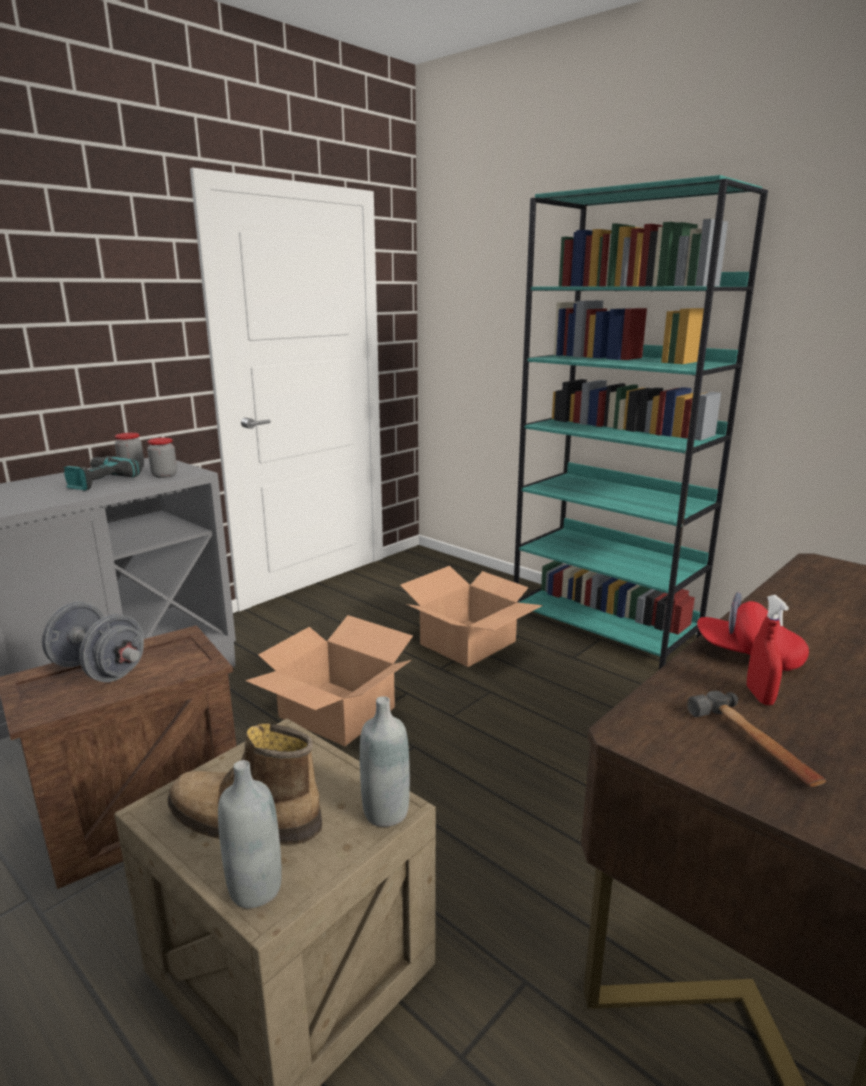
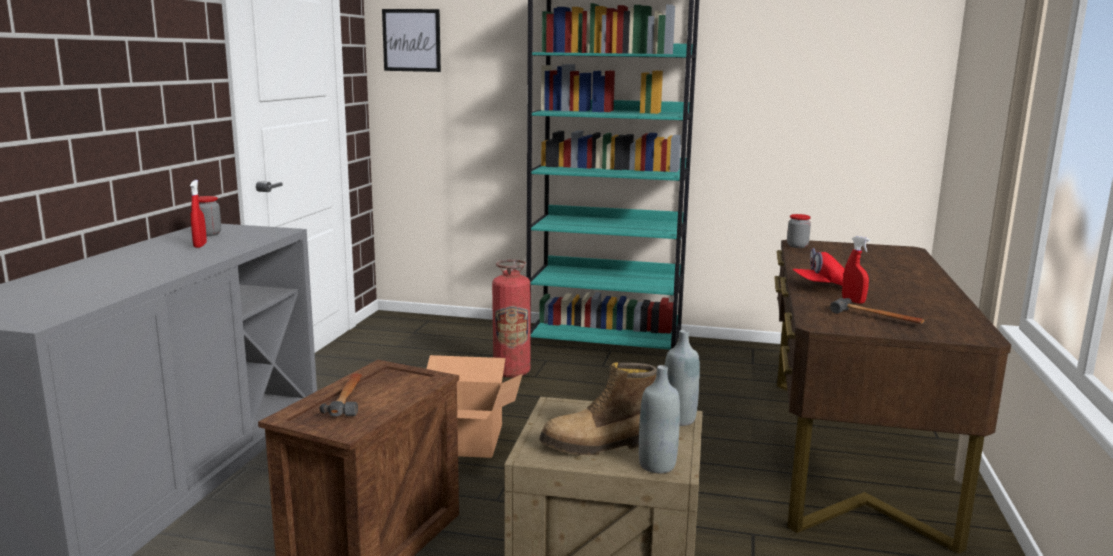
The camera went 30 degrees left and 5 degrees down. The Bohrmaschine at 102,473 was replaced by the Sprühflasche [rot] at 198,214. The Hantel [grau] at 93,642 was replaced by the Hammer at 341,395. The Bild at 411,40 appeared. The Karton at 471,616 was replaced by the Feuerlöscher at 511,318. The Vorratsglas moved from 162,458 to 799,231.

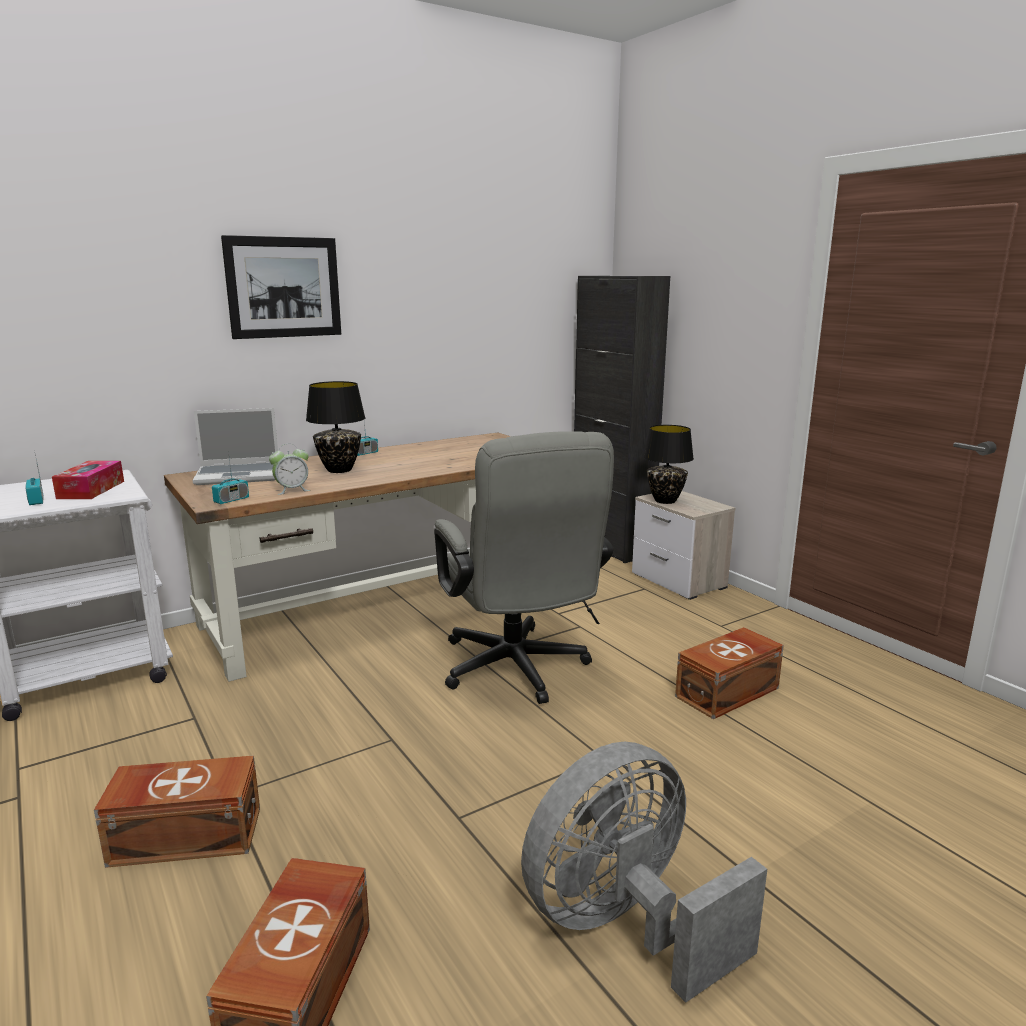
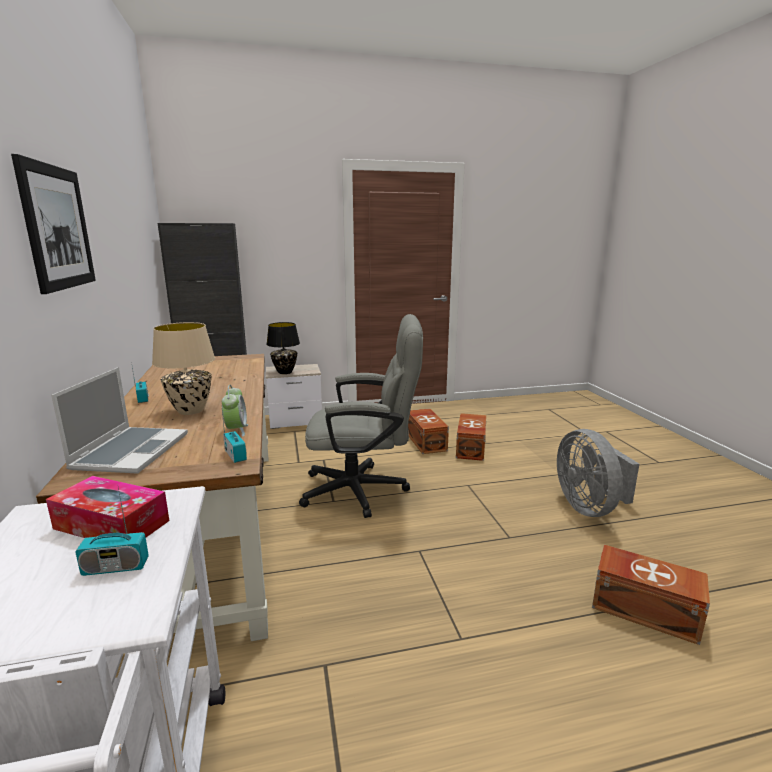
The camera went 70 degrees left and 0 degrees up. The Tischlampe [schwarz] at 336,427 became the Tischlampe [beige] at 183,368. The Aufbewahrungsbox [braun] moved from 177,812 to 471,437.

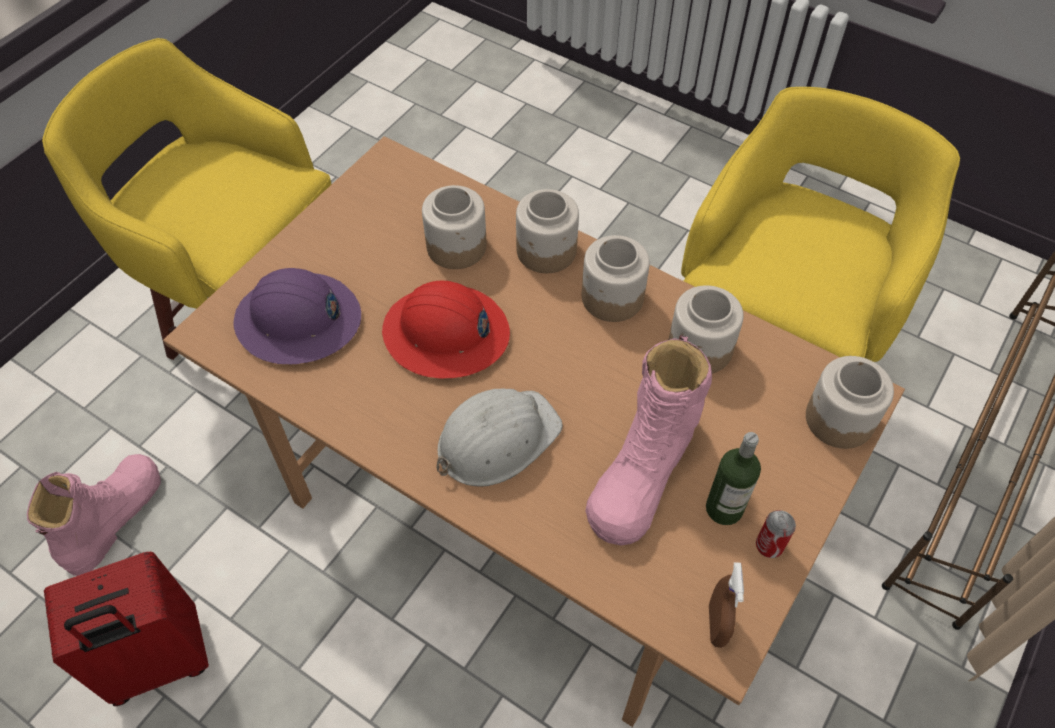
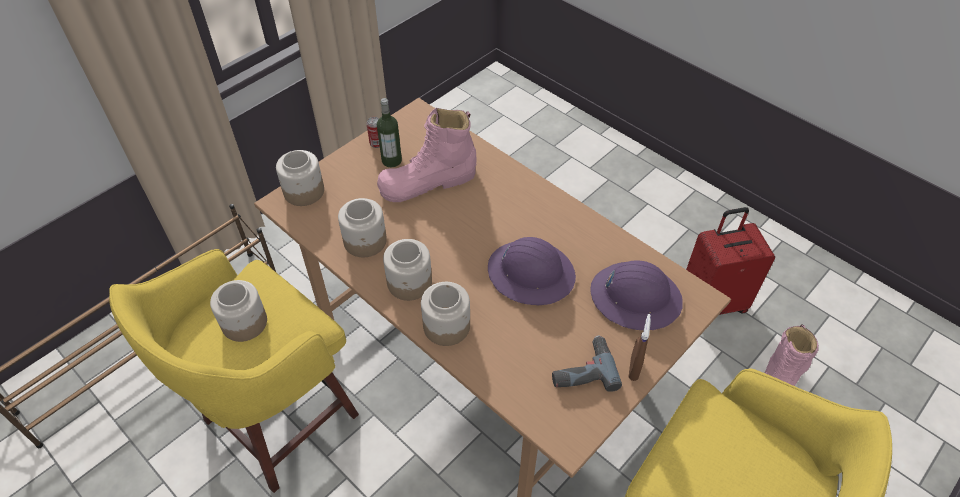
The camera went 170 degrees left and 5 degrees down. The Vorratsglas moved from 454,227 to 238,311. The Stiefel [rosa] at 648,440 turned 150 degrees counterclockwise. The Schutzhelm [rot] at 446,329 became the Schutzhelm [lila] at 532,271. The Bohrmaschine at 587,363 appeared. The Sprühflasche [braun] moved from 726,605 to 639,347. The Schutzhelm [weiß] at 500,438 disappeared.

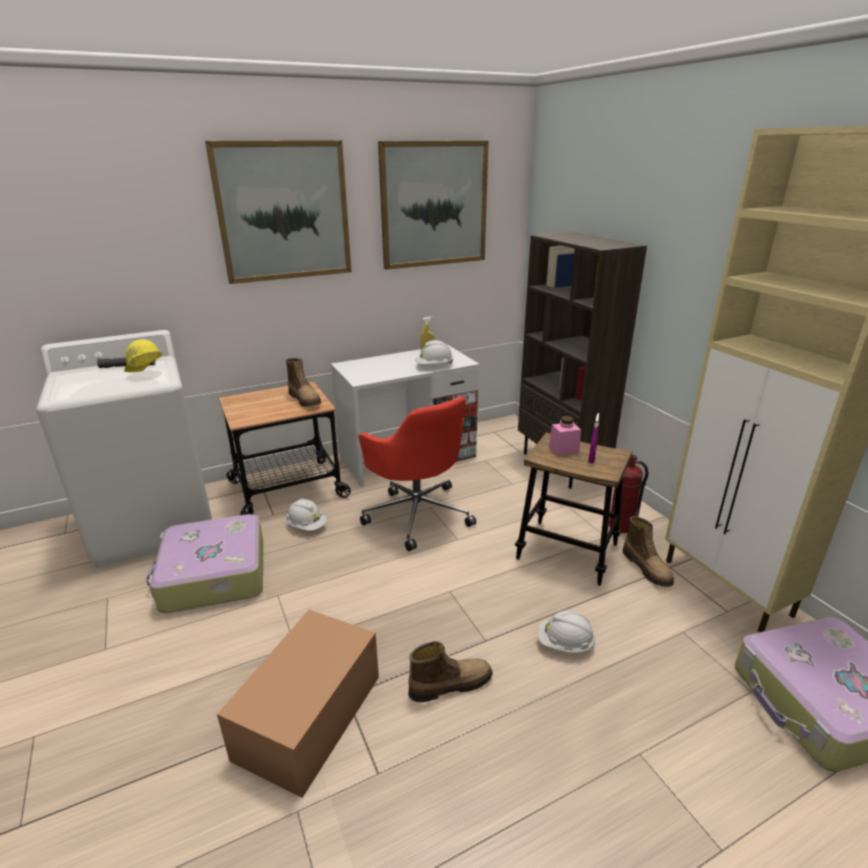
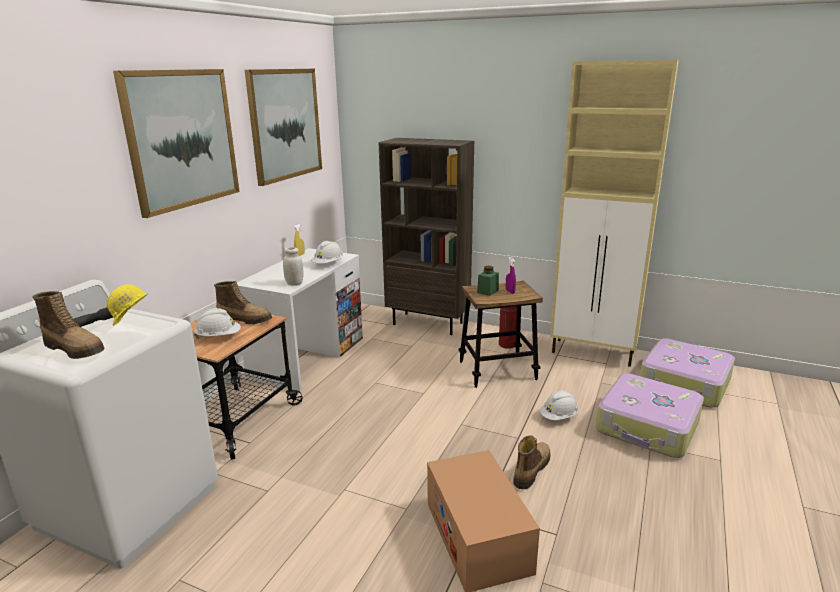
The camera went 40 degrees left and 5 degrees down. The Stiefel moved from 648,551 to 68,325. The Schutzhelm [weiß] moved from 306,515 to 217,323. The Vorratsglas [weiß] at 293,266 appeared. The Vorratsglas [rosa] at 565,436 became the Vorratsglas [grün] at 488,281. The Koffer moved from 204,563 to 650,415. The Bürostuhl [rot] at 417,473 disappeared.

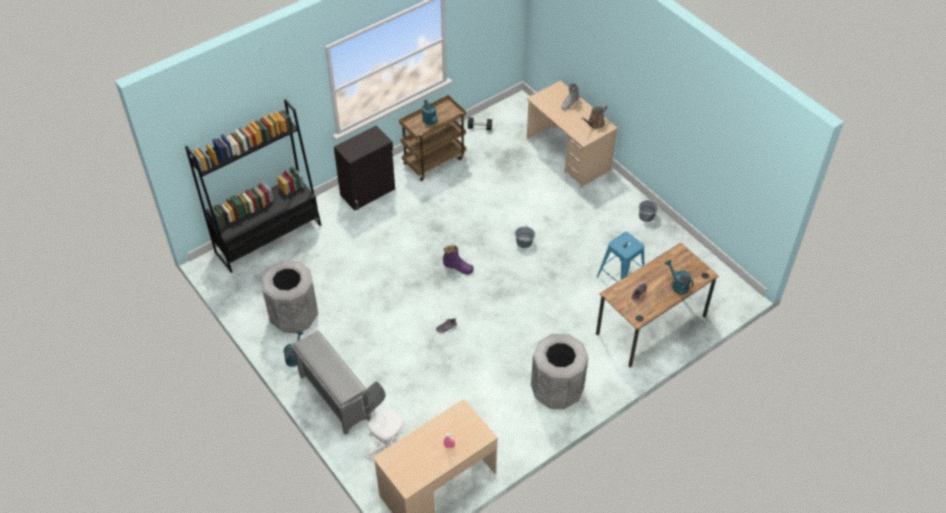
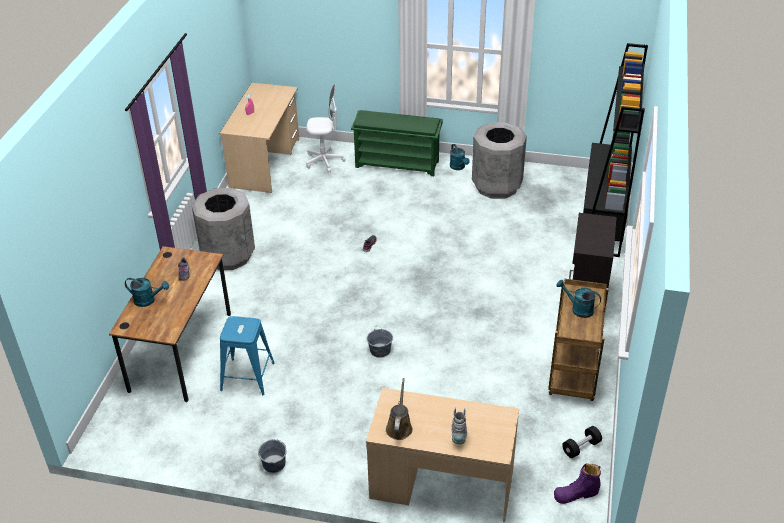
The camera went 140 degrees right and 10 degrees down. The Schuhregal [grau] at 331,382 became the Schuhregal [grün] at 397,143. The Stiefel [lila] moved from 458,260 to 577,484.

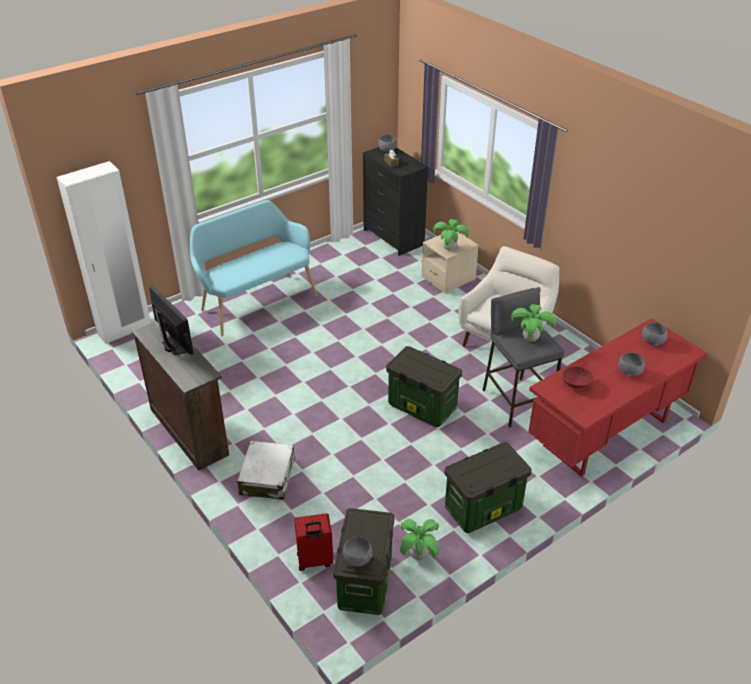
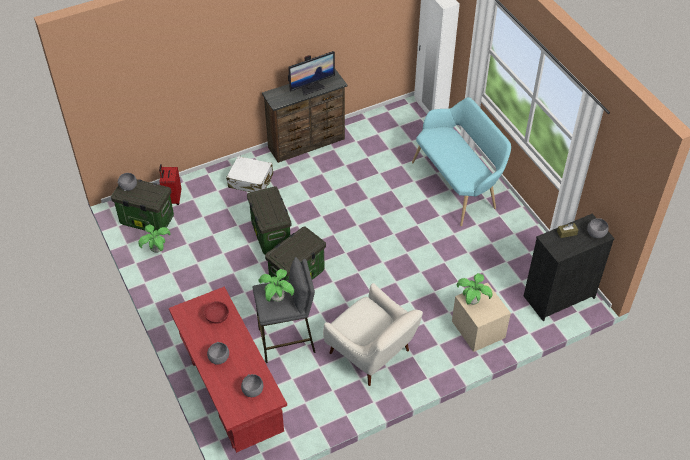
The camera went 100 degrees right and 10 degrees up. The Aufbewahrungsbox moved from 488,487 to 269,220.

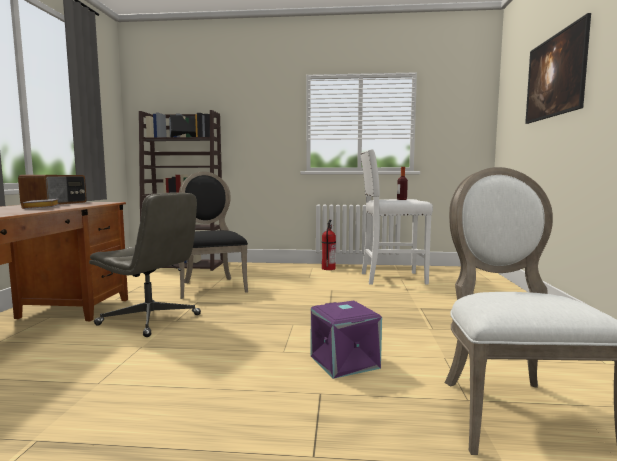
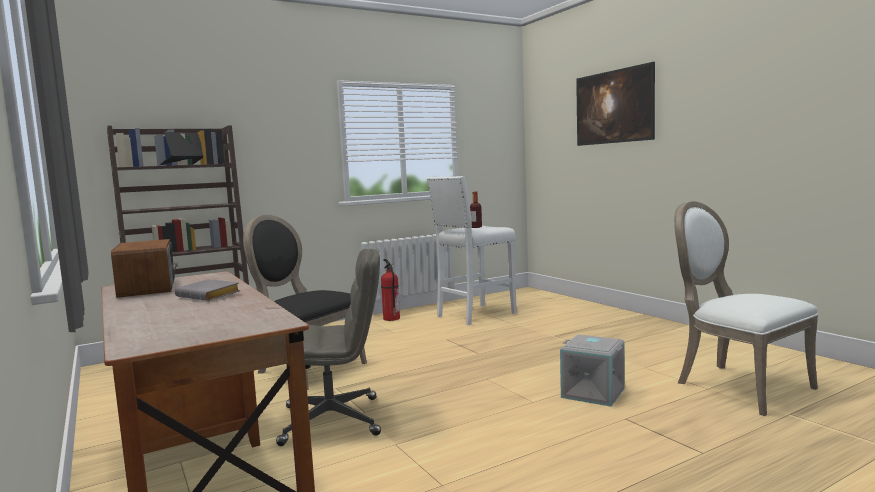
The camera went 35 degrees left and 0 degrees up. The Aufbewahrungsbox [lila] at 346,340 became the Aufbewahrungsbox [grau] at 592,370.

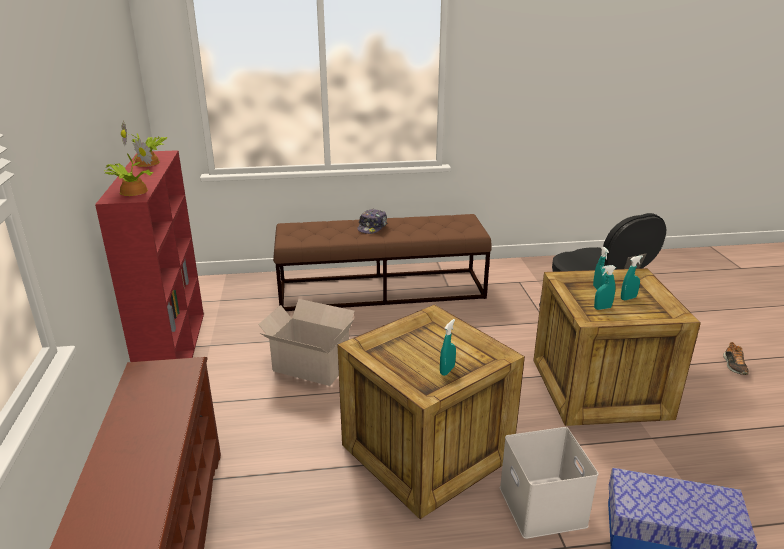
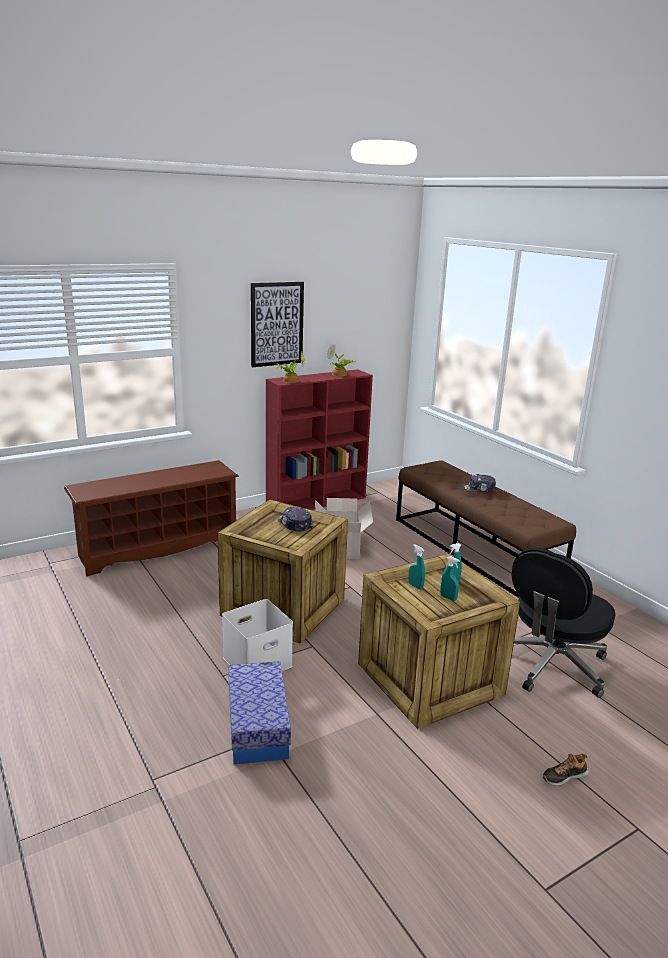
The camera went 65 degrees right and 5 degrees down. The Bild at 277,324 appeared. The Kappe at 295,519 appeared. The Sprühflasche [türkis] at 448,347 disappeared.

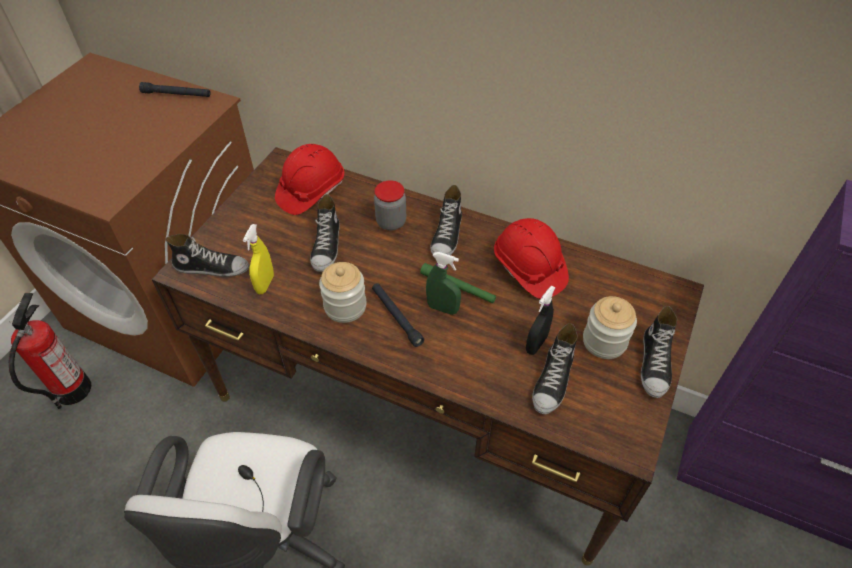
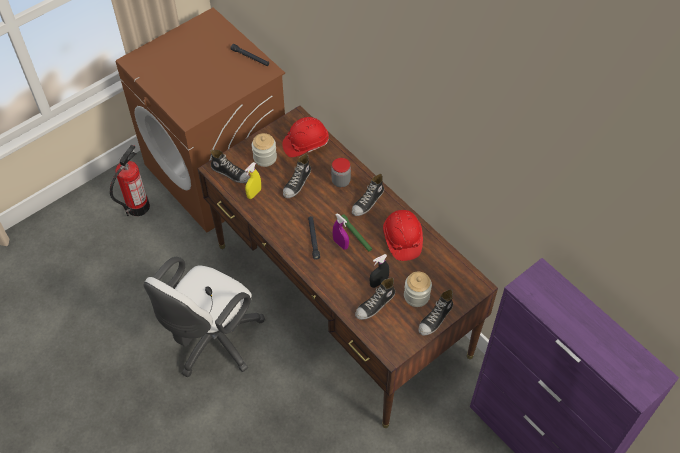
The camera went 25 degrees right and 5 degrees up. The Vorratsglas moved from 343,292 to 264,150. The Sprühflasche [grün] at 443,283 became the Sprühflasche [lila] at 341,231.

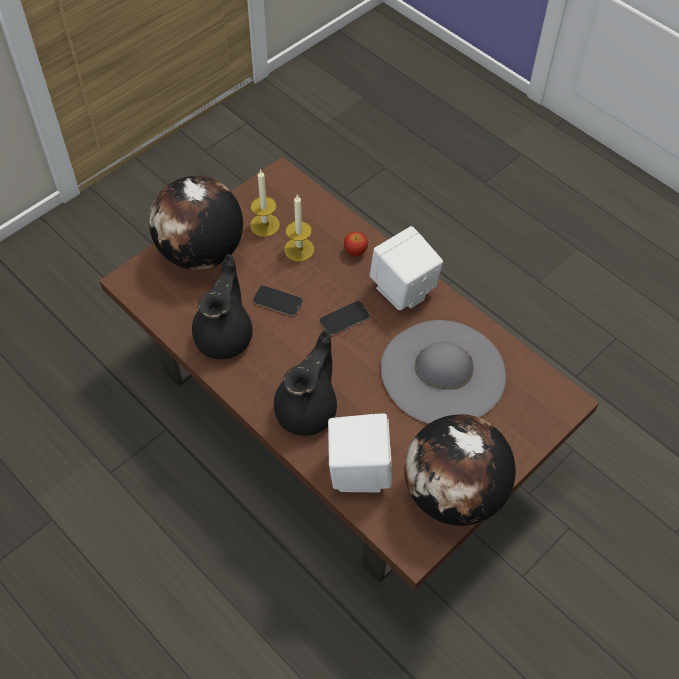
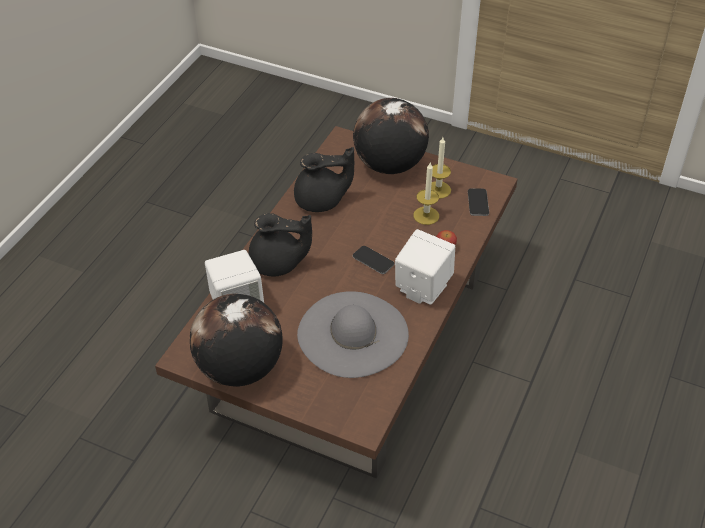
The camera went 70 degrees right and 10 degrees down. The Handy moved from 278,301 to 478,202.

